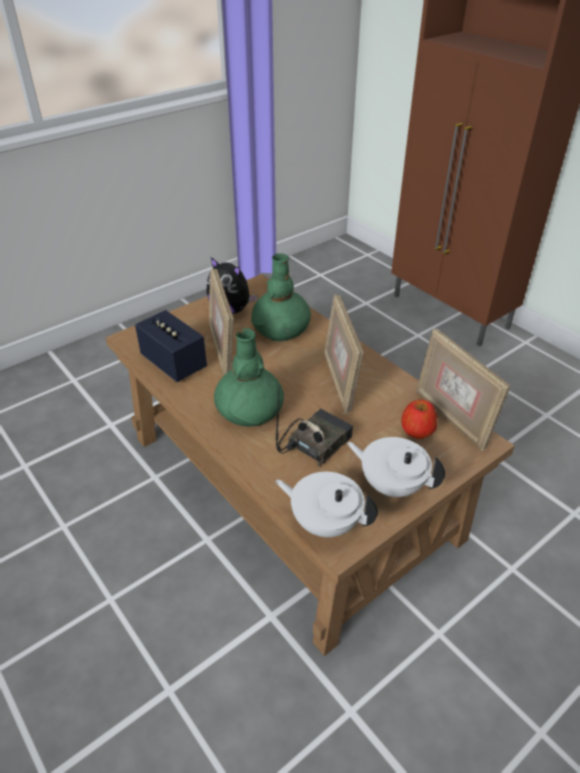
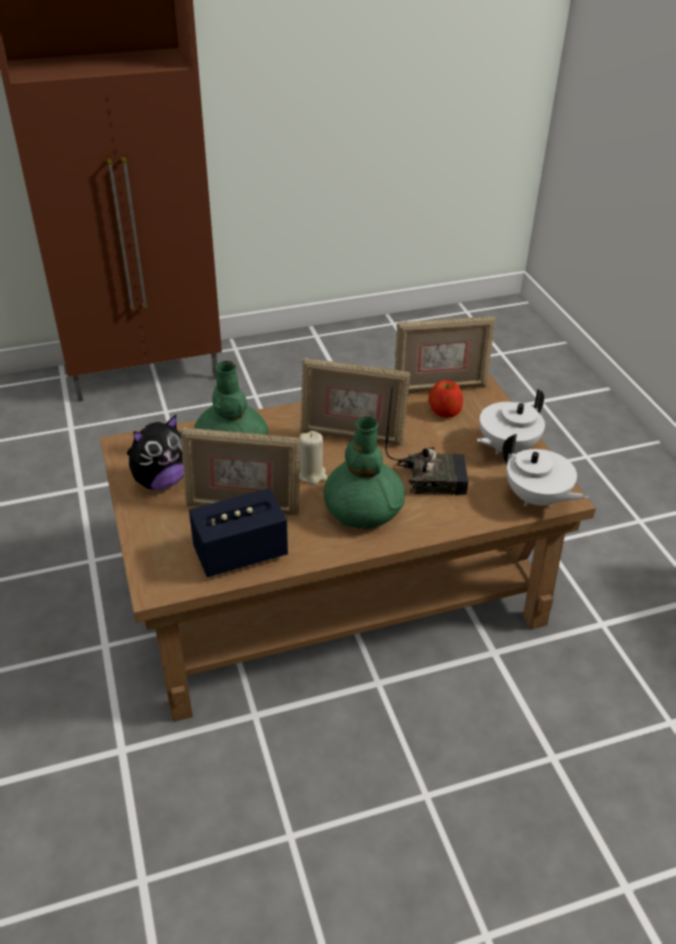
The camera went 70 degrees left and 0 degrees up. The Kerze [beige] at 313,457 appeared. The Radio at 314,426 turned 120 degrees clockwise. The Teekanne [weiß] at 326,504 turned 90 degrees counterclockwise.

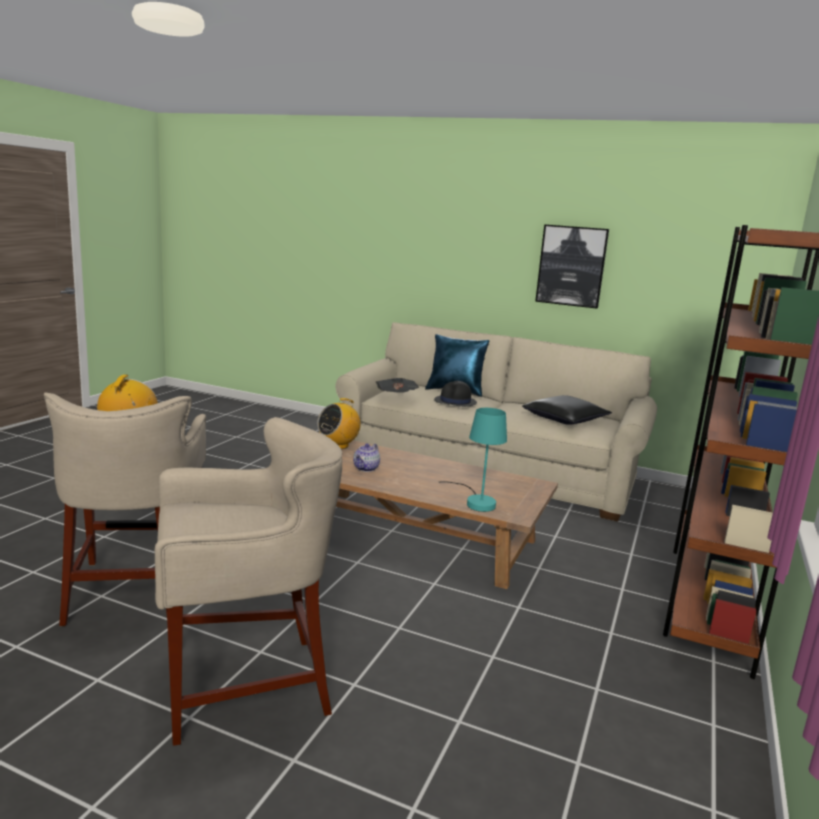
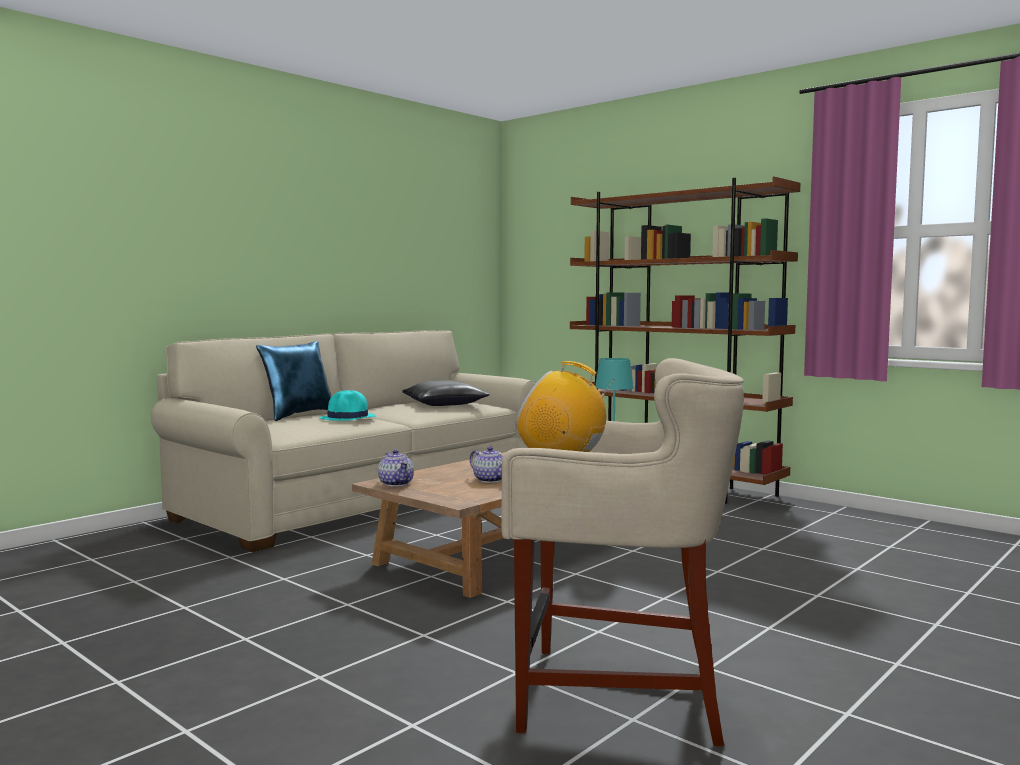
The camera went 70 degrees left and 10 degrees down. The Hut [schwarz] at 455,394 became the Hut [türkis] at 347,405. The Radio at 339,423 was replaced by the Teekanne at 396,467. The Hocker [beige] at 248,581 disappeared. The Zeitung at 397,385 disappeared. The Bild at 572,267 disappeared.

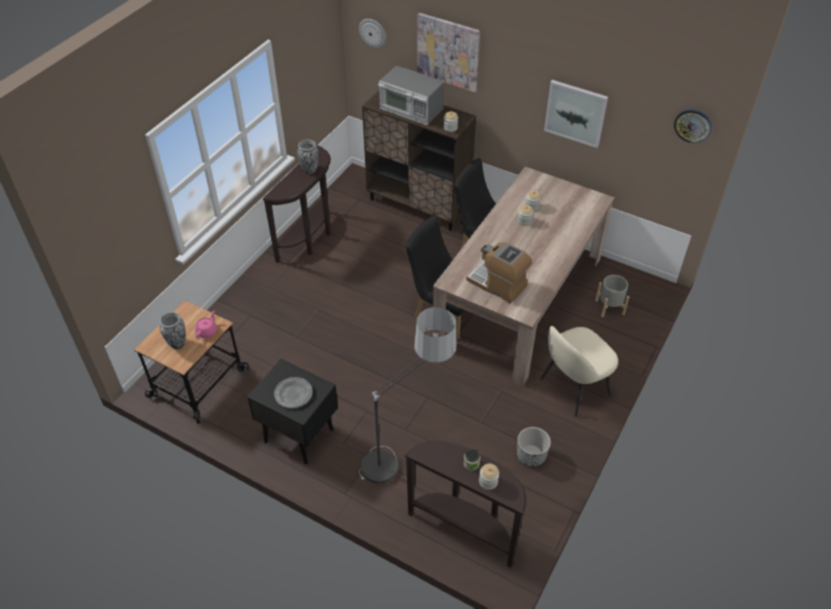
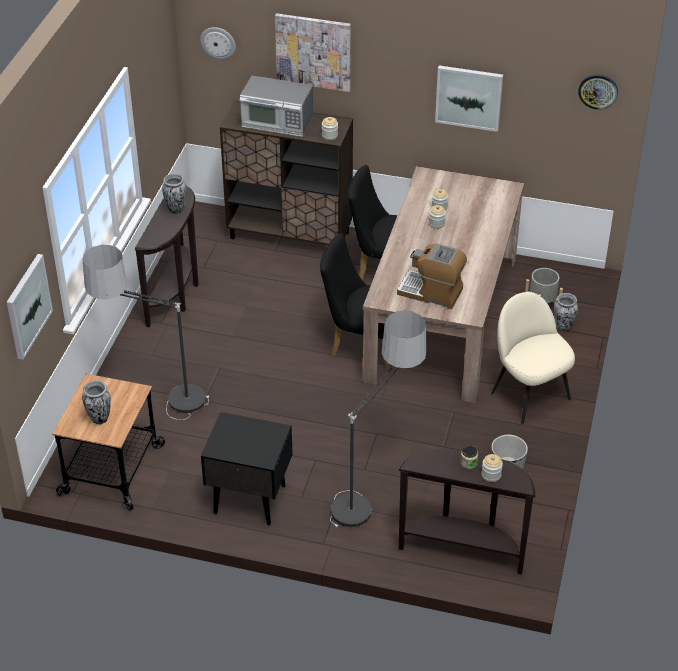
The camera went 15 degrees left and 5 degrees down. The Bild at 30,307 appeared. The Stehlampe at 146,332 appeared. The Stuhl [beige] at 579,371 turned 105 degrees clockwise. The Vase at 566,312 appeared. The Teekanne [rosa] at 206,325 disappeared. The Teller [grau] at 293,392 disappeared.

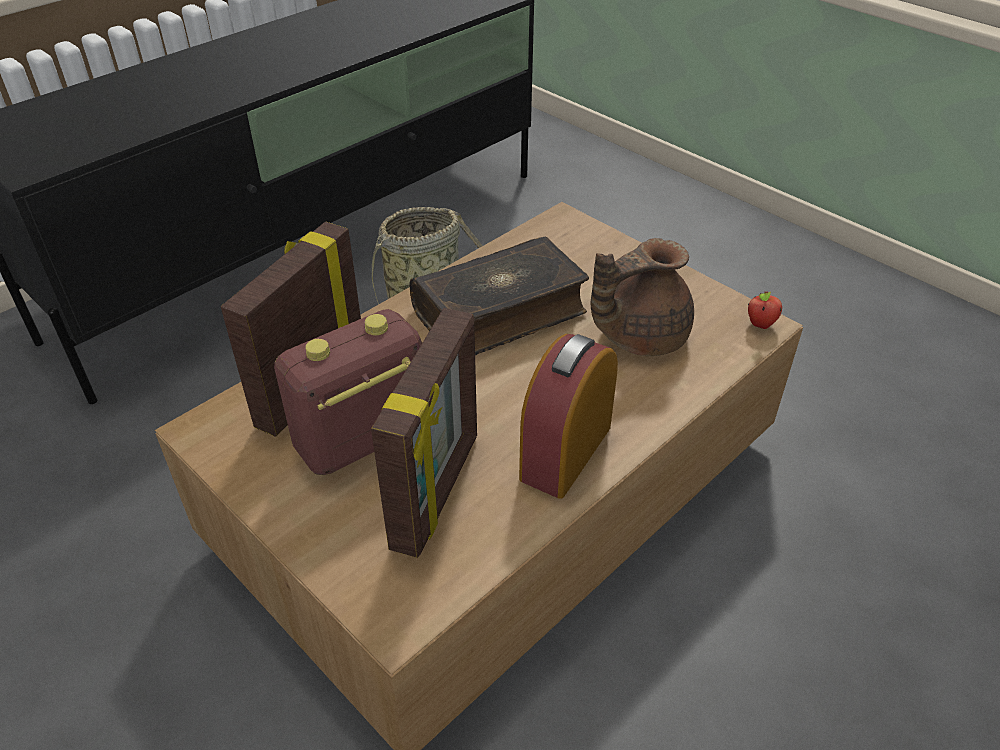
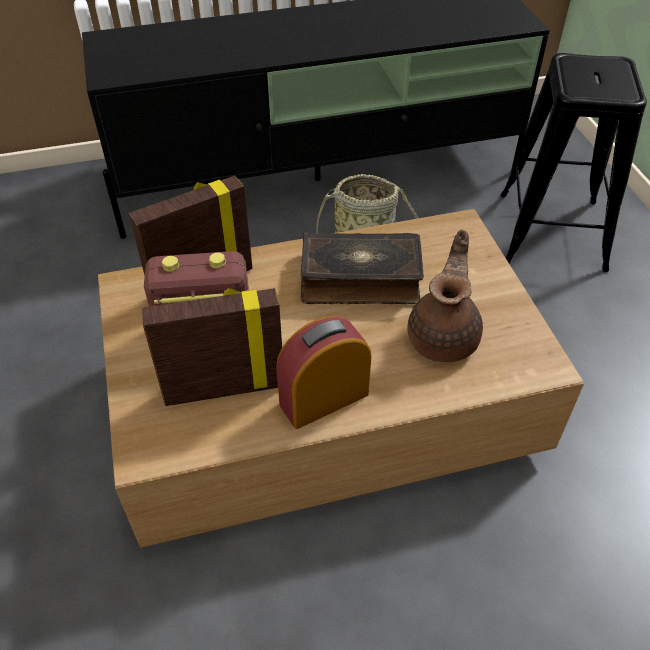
The camera went 30 degrees right and 5 degrees up. The Bilderrahmen at 424,433 turned 150 degrees counterclockwise. The Teekanne [braun] at 642,297 turned 105 degrees clockwise. The Hocker [schwarz] at 574,162 appeared. The Apfel at 765,310 disappeared.

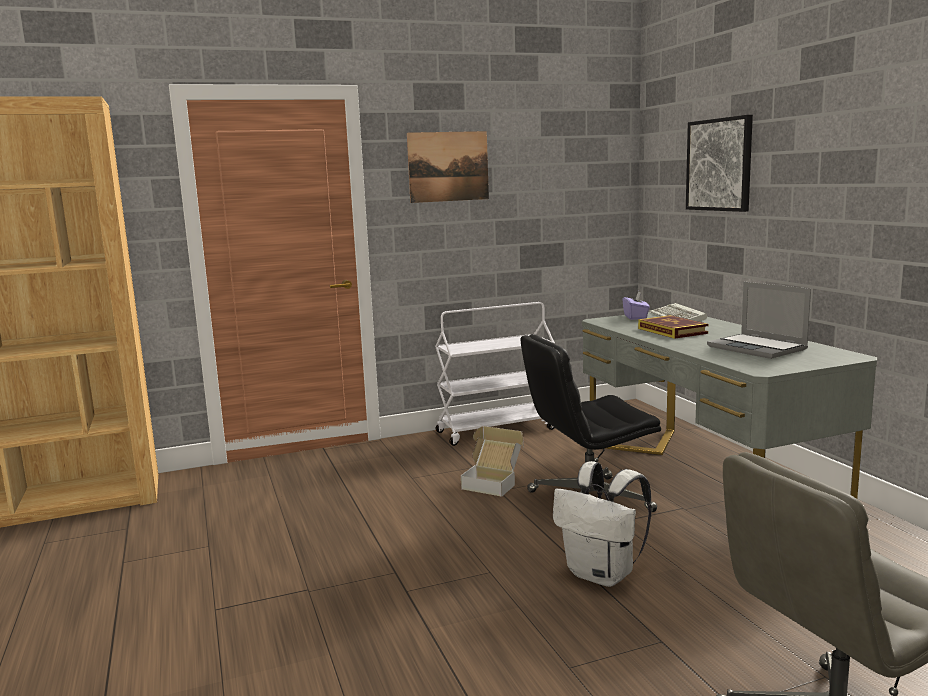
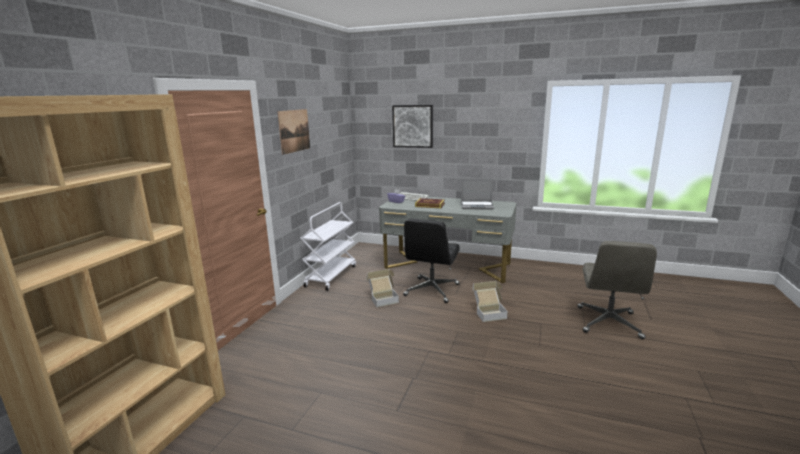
The camera went 50 degrees left and 5 degrees up. The Rucksack [weiß] at 602,524 was replaced by the Karton at 490,301.

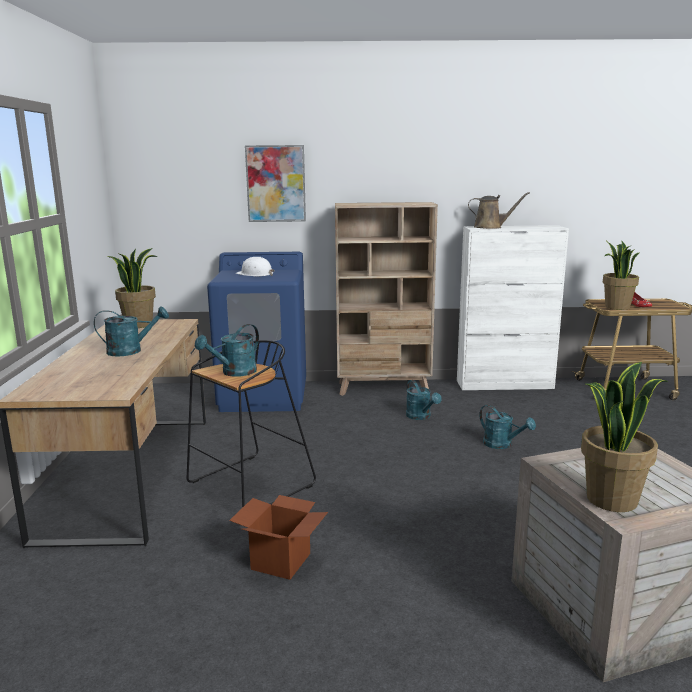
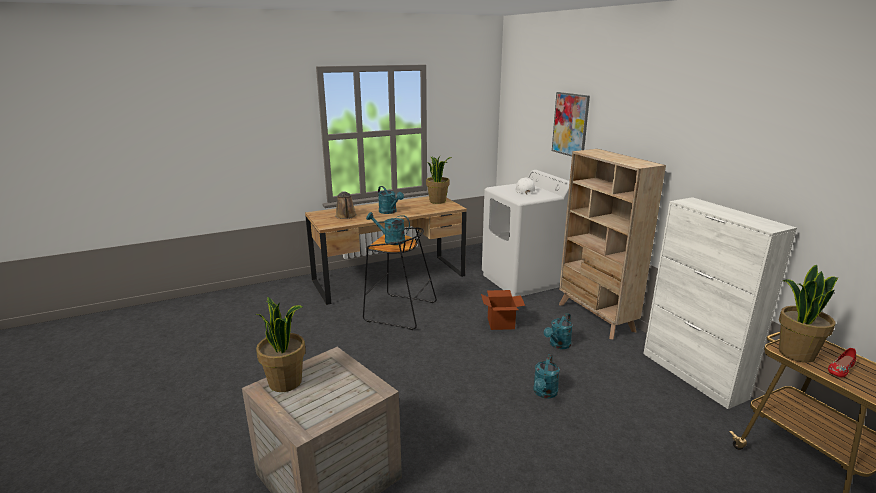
The camera went 65 degrees right and 5 degrees up. The Gießkanne [braun] moved from 499,210 to 346,205. The Karton moved from 278,537 to 503,310. The Waschmaschine [blau] at 256,332 became the Waschmaschine [weiß] at 526,233.

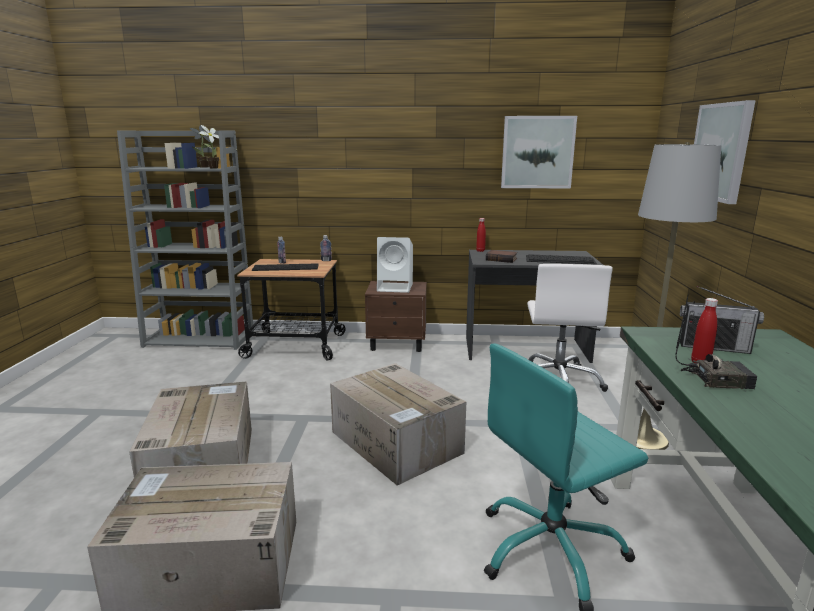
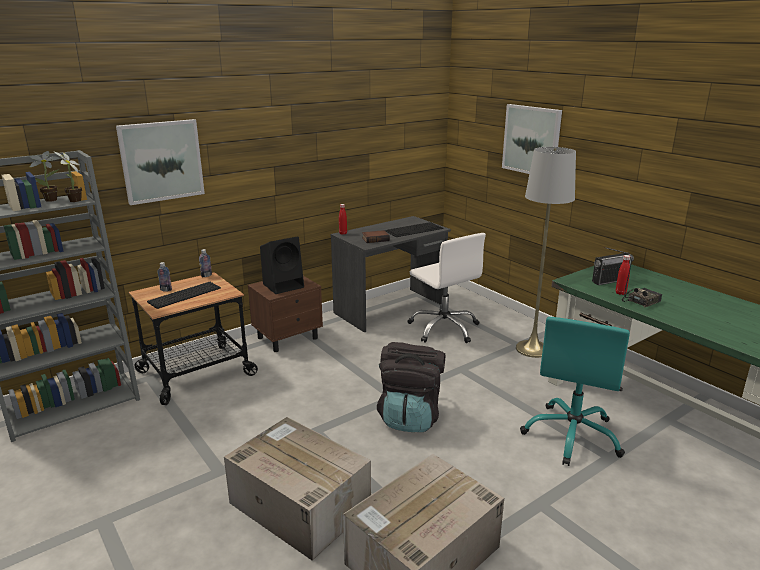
The camera went 40 degrees left and 5 degrees up. The Bild moved from 539,152 to 160,162. The Lautsprecher [weiß] at 395,265 became the Lautsprecher [schwarz] at 282,265. The Karton at 398,424 was replaced by the Rucksack [schwarz] at 411,387.

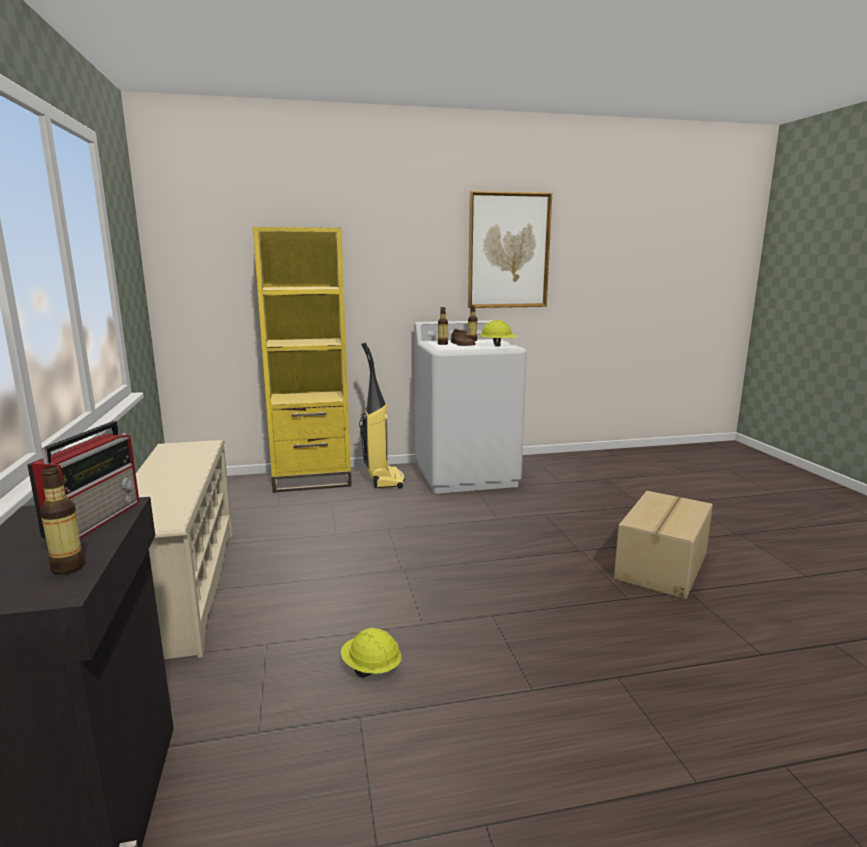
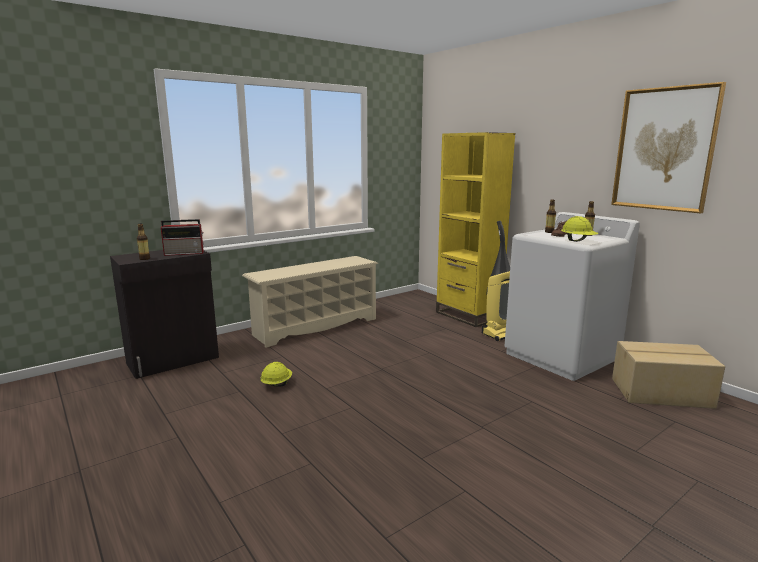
The camera went 65 degrees right and 0 degrees up. The Karton moved from 663,545 to 668,375.

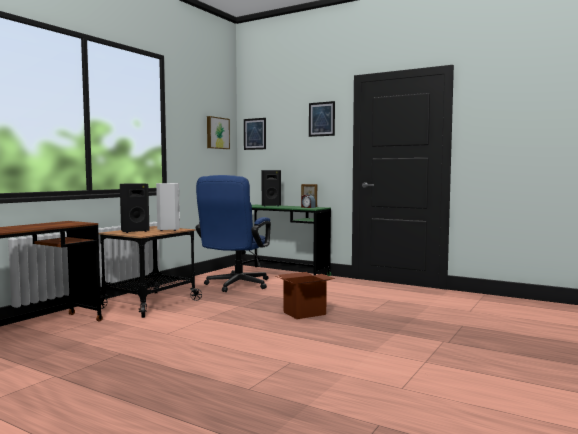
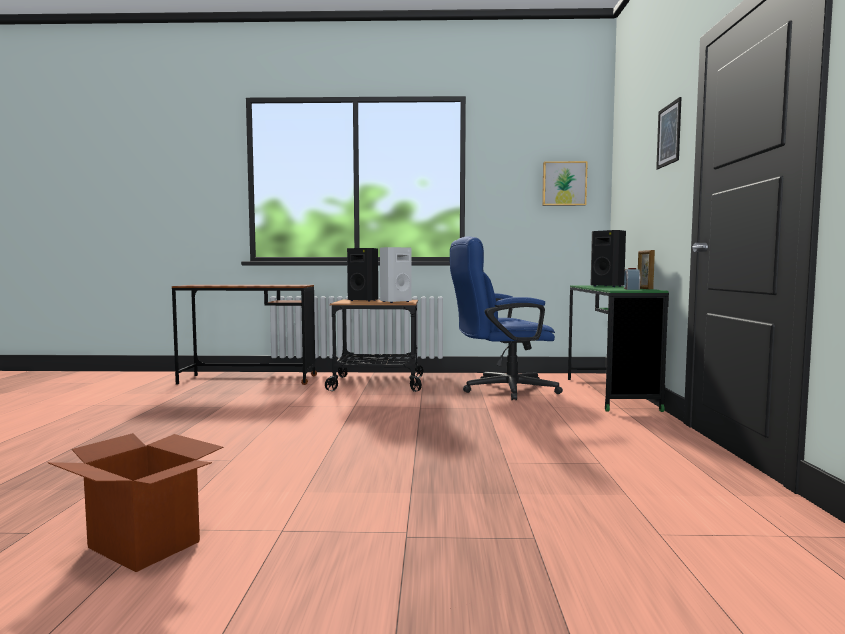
The camera went 60 degrees right and 0 degrees up. The Karton moved from 305,295 to 136,502. The Bild at 255,134 disappeared.

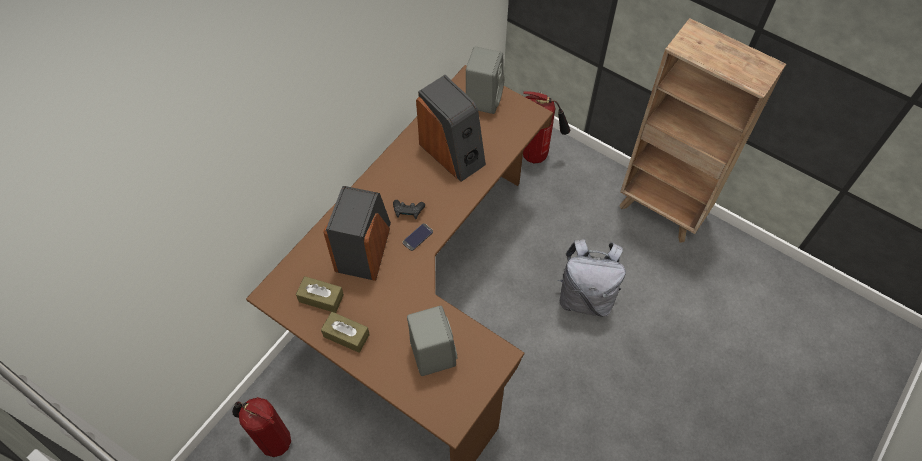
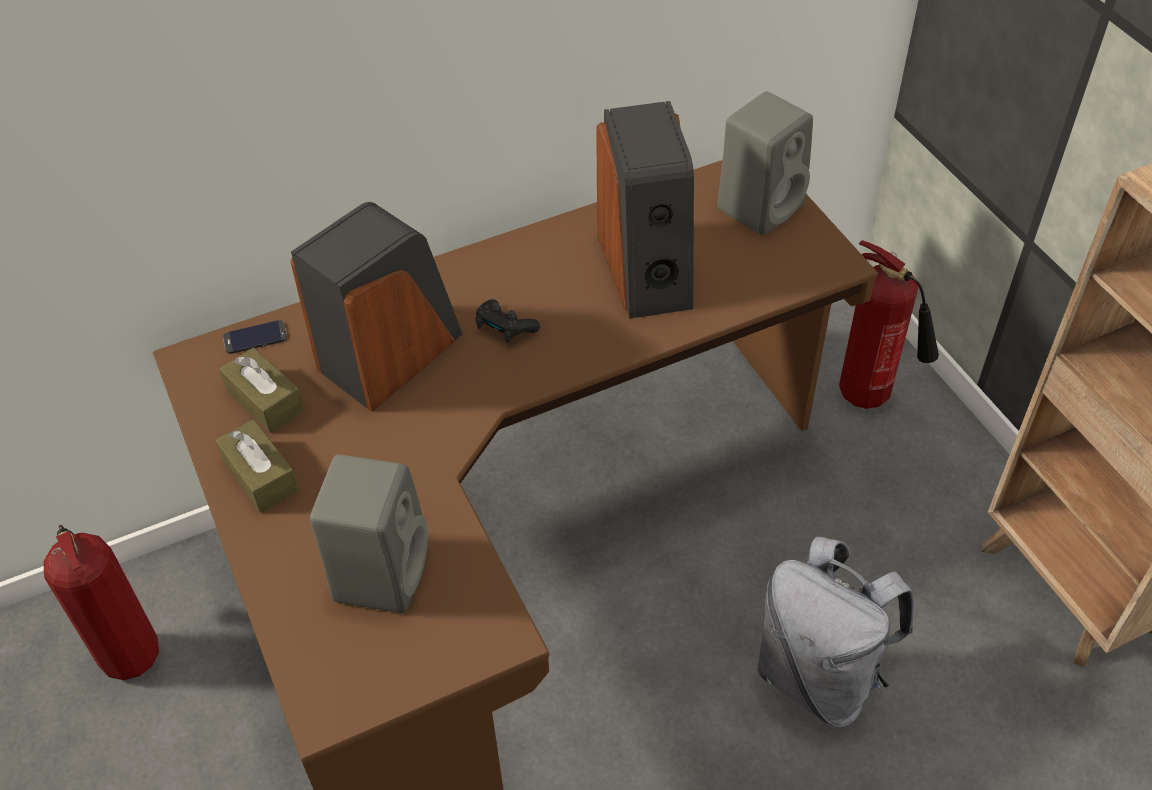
The camera went 30 degrees right and 10 degrees down. The Handy moved from 418,237 to 255,337.

